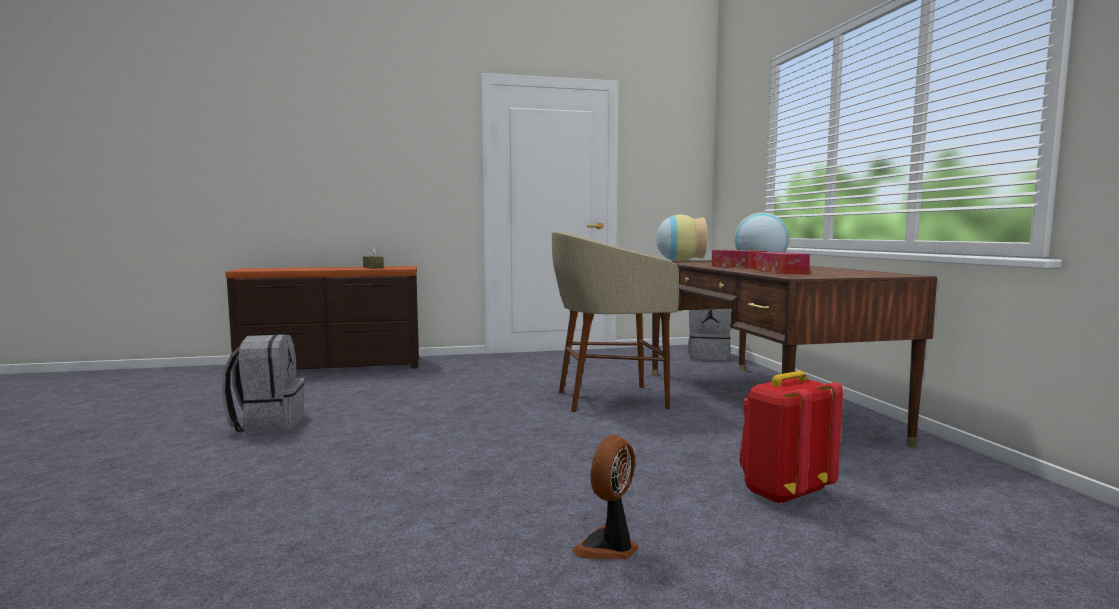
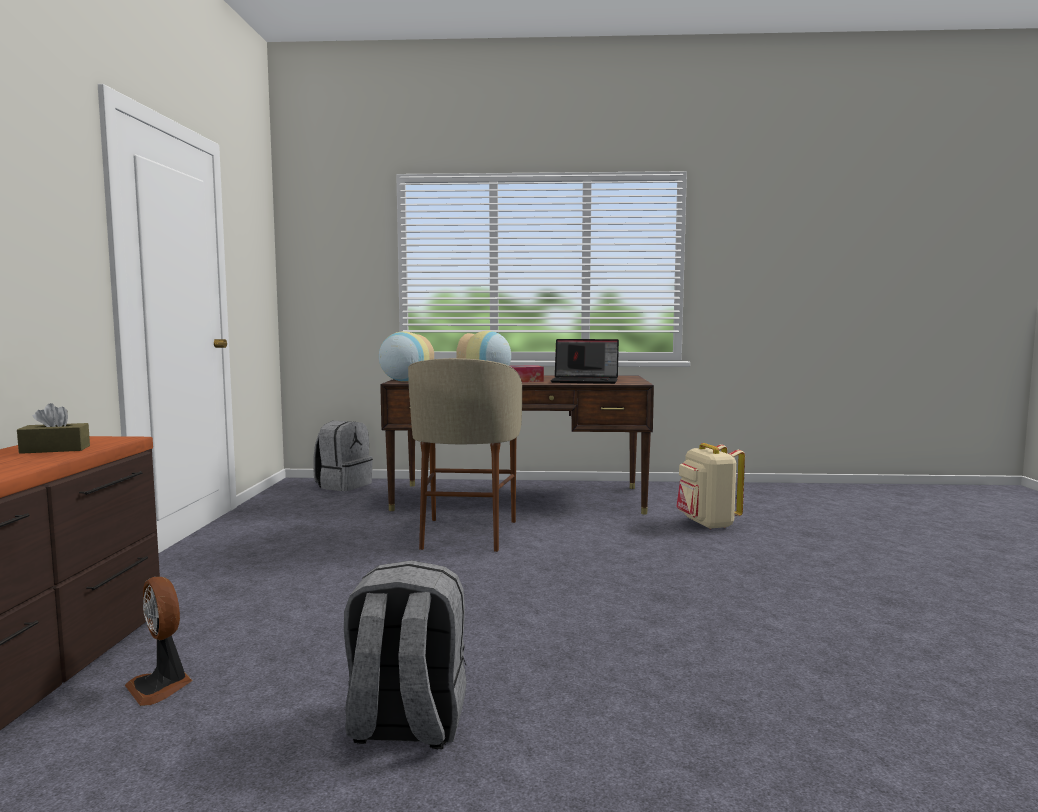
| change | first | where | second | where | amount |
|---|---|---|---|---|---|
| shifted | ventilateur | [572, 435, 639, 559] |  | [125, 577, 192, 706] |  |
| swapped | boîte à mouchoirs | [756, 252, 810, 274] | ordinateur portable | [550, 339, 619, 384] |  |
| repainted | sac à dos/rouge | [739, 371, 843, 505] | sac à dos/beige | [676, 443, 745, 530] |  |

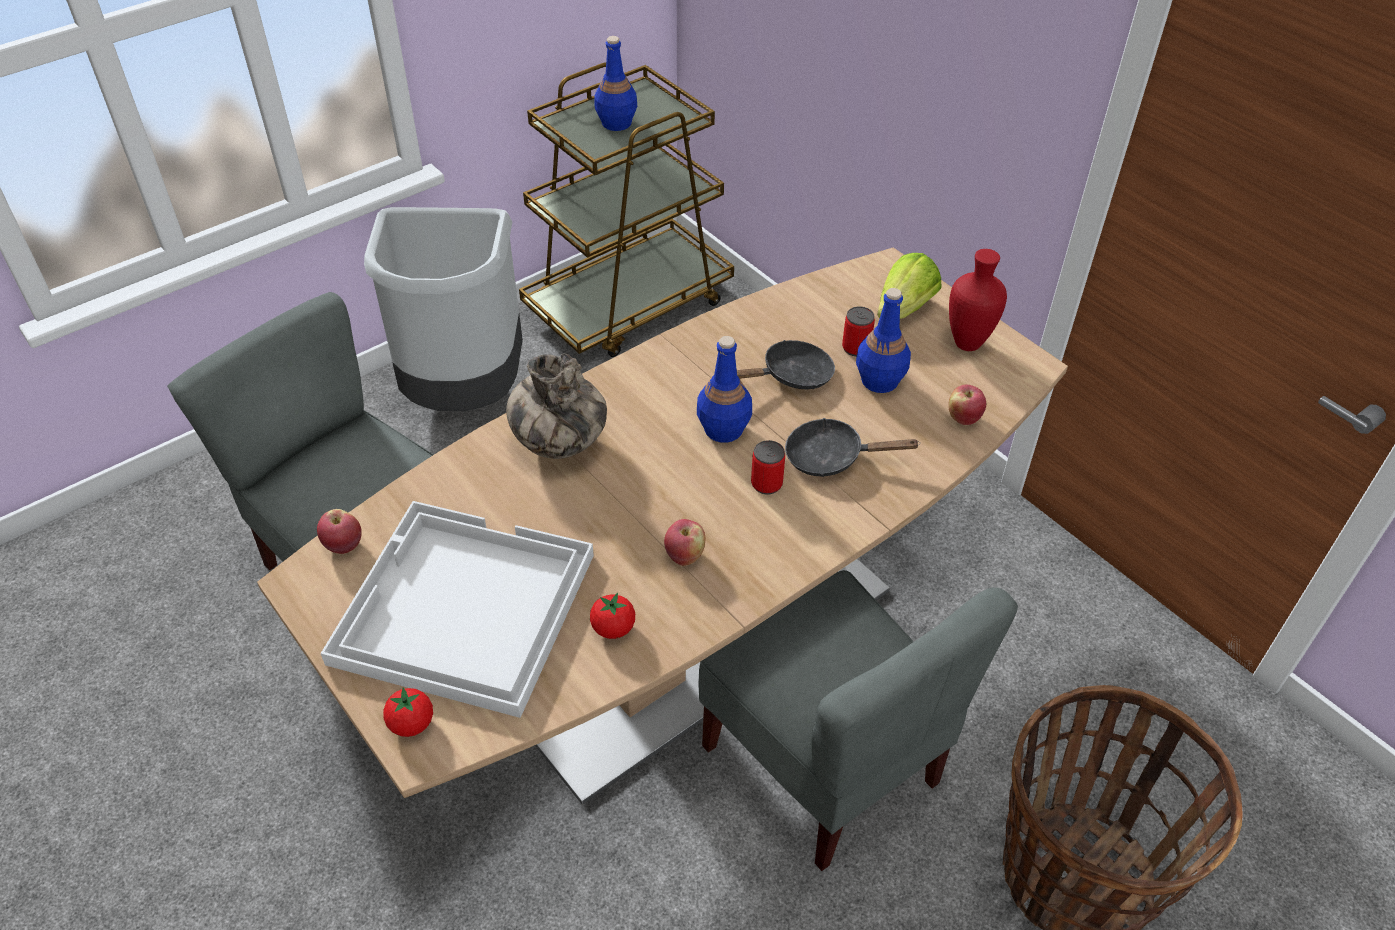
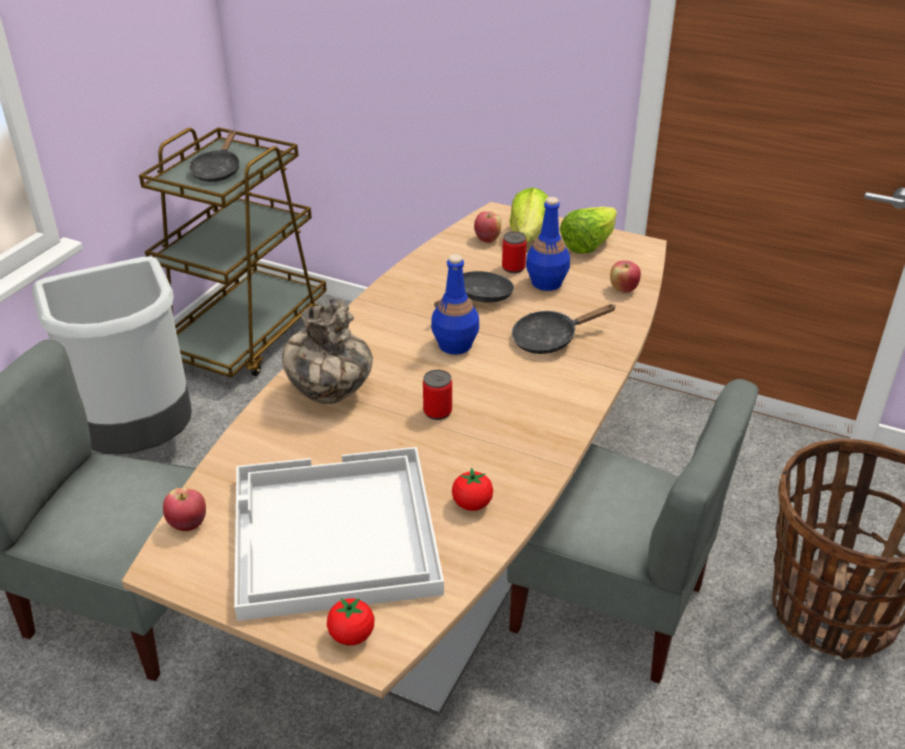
| change | first | where | second | where | amount |
|---|---|---|---|---|---|
| swapped | bouteille/bleu | [594, 36, 637, 131] | poêle/noir | [189, 130, 239, 182] |  |
| shifted | boîte métallique | [751, 440, 785, 495] |  | [423, 370, 452, 420] |  |
| shifted | pomme | [664, 519, 705, 566] |  | [474, 212, 501, 243] |  |
| swapped | vase/rouge | [949, 249, 1007, 351] | laitue | [560, 207, 617, 254] |  |

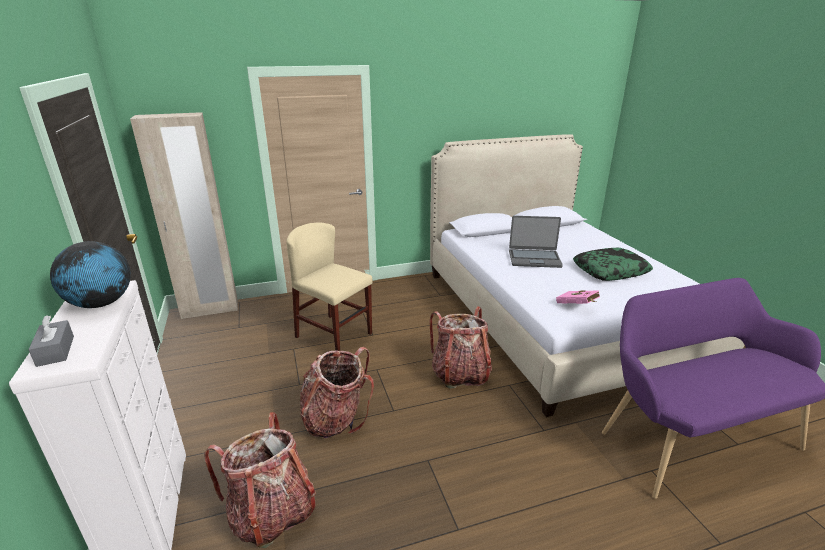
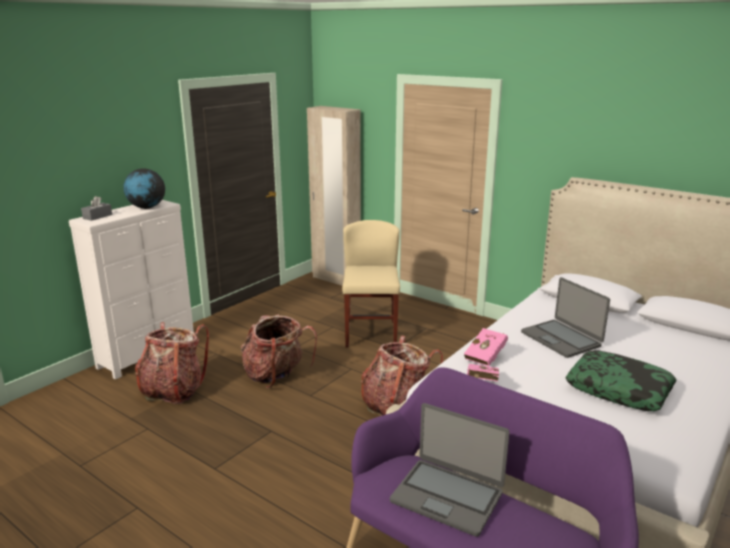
| change | first | where | second | where | amount |
|---|---|---|---|---|---|
| new |  |  | ordinateur portable | [390, 403, 510, 537] |  |
| new |  |  | livre/rose | [464, 328, 508, 366] |  |

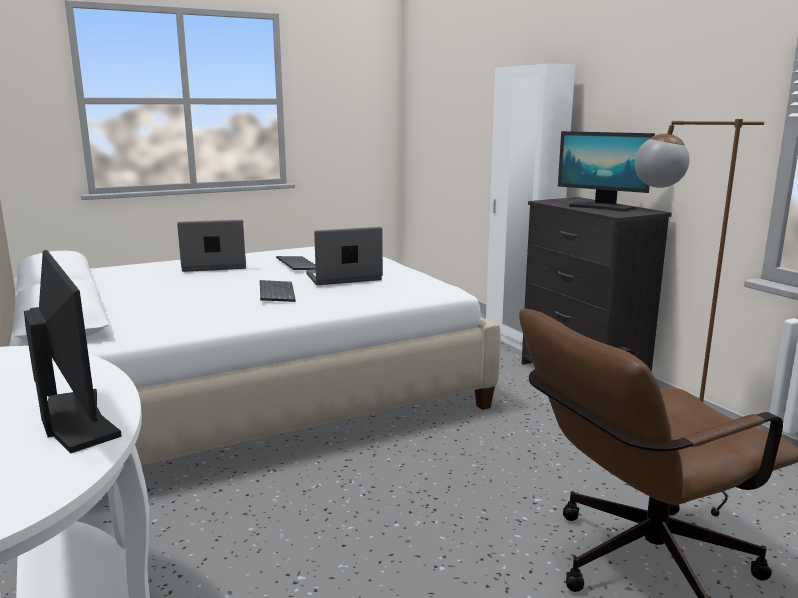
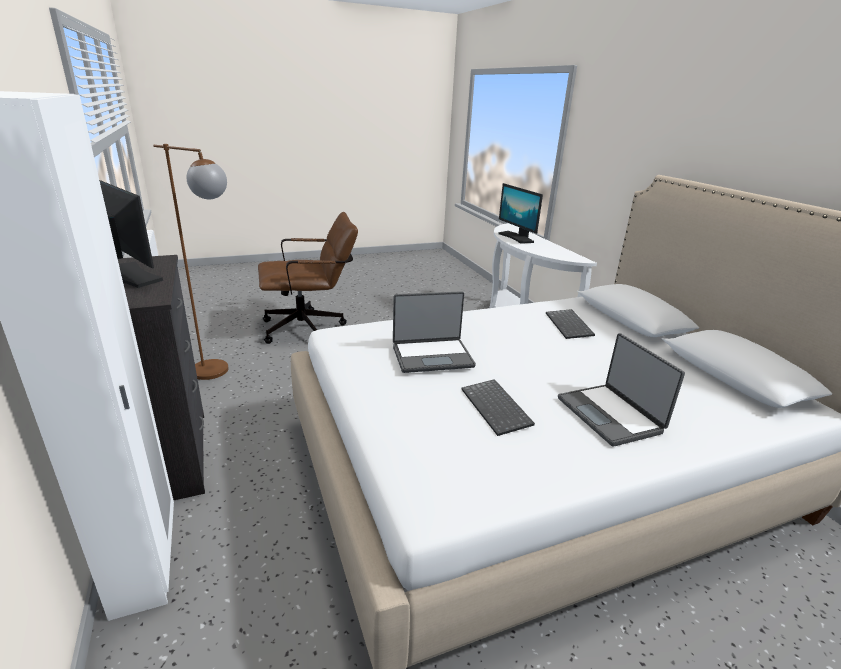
| change | first | where | second | where | amount |
|---|---|---|---|---|---|
| shifted | clavier | [260, 280, 296, 302] |  | [546, 309, 595, 339] |  |
| rotated | ordinateur portable | [177, 220, 246, 272] |  | [558, 333, 685, 447] | 75 degrees clockwise |

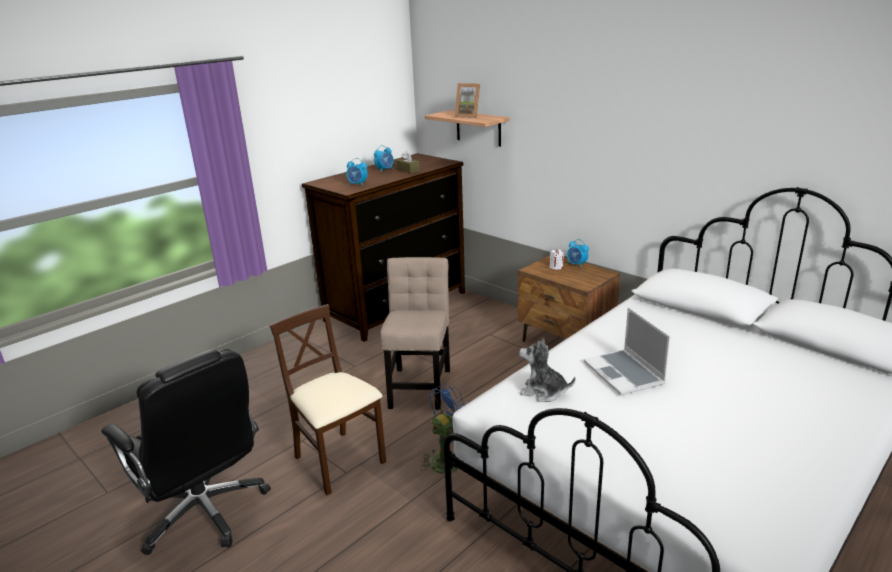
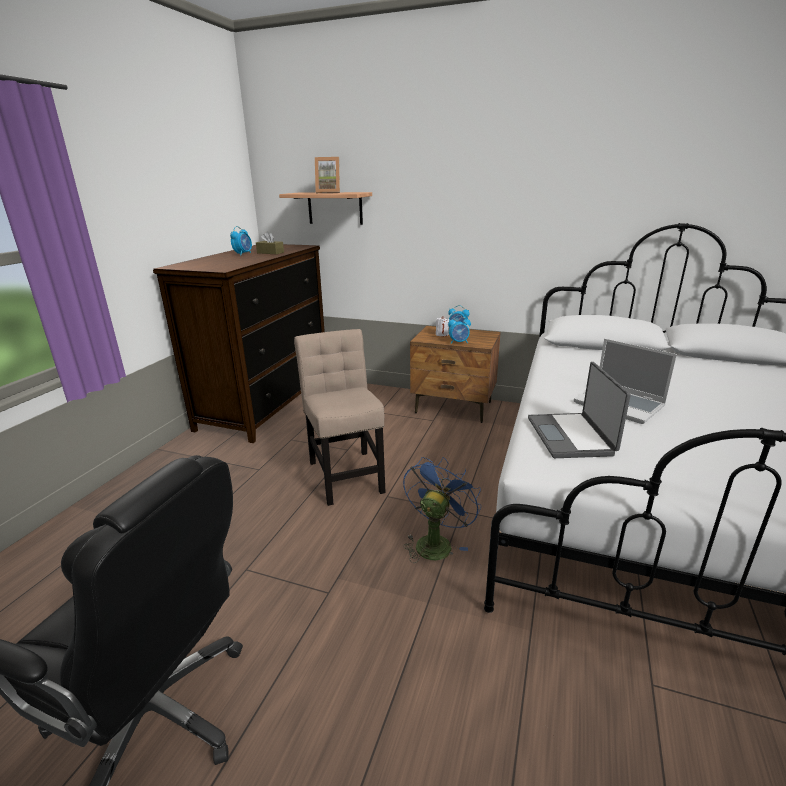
| change | first | where | second | where | amount |
|---|---|---|---|---|---|
| shifted | réveil | [346, 158, 368, 186] |  | [448, 315, 471, 344] |  |
| swapped | peluche | [519, 338, 575, 402] | ordinateur portable | [528, 362, 631, 458] |  |
| gone | chaise/beige | [270, 304, 386, 496] |  |  |  |

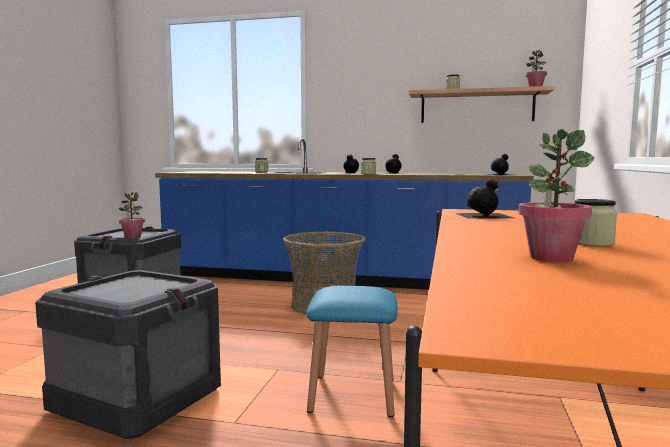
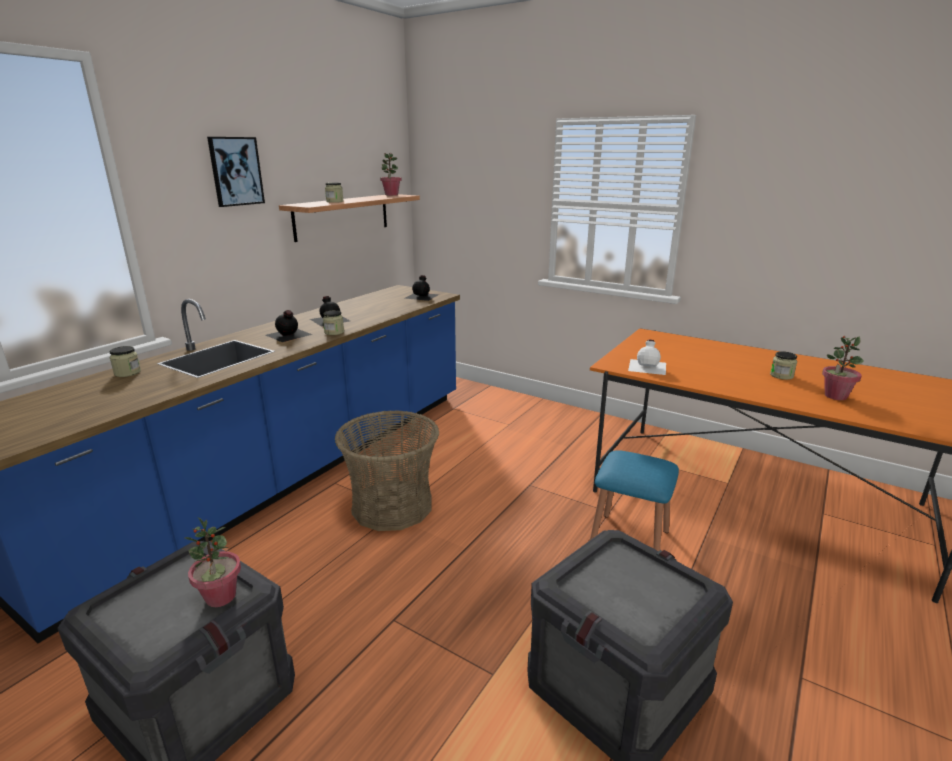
| change | first | where | second | where | amount |
|---|---|---|---|---|---|
| new |  |  | tableau | [207, 137, 265, 207] |  |
| repainted | bouteille/noir | [455, 179, 514, 219] | bouteille/blanc | [628, 340, 666, 375] |  |

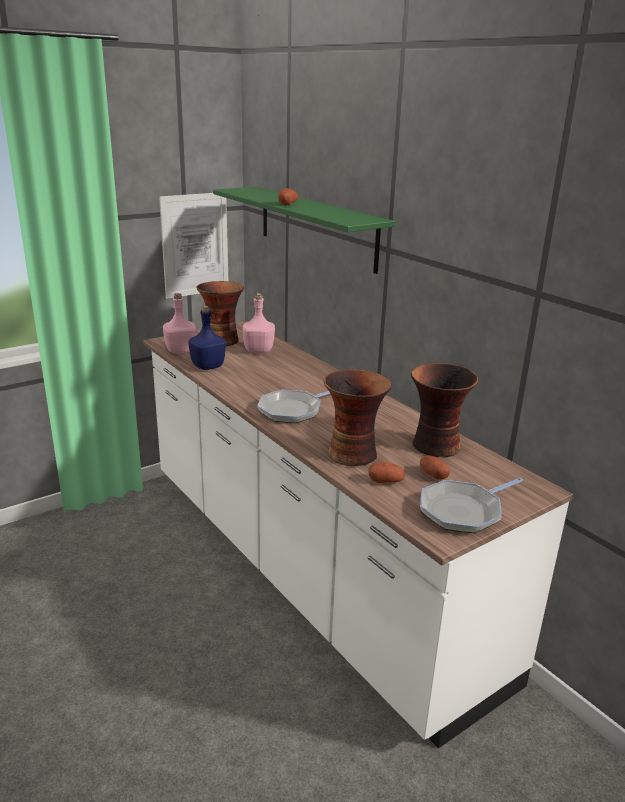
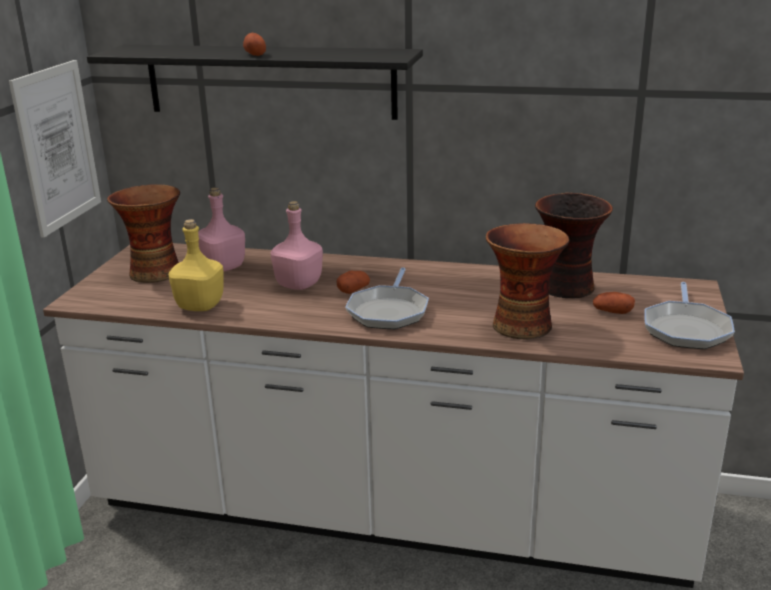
| change | first | where | second | where | amount |
|---|---|---|---|---|---|
| repainted | étagère/vert | [213, 187, 396, 274] | étagère/noir | [87, 45, 423, 120] |  |
| repainted | bouteille/bleu | [188, 306, 226, 370] | bouteille/jaune | [169, 219, 223, 311] |  |
| shifted | bouteille/rose | [163, 293, 196, 354] |  | [271, 201, 323, 290] |  |
| shifted | pomme de terre | [369, 462, 405, 483] |  | [337, 271, 370, 294] |  |

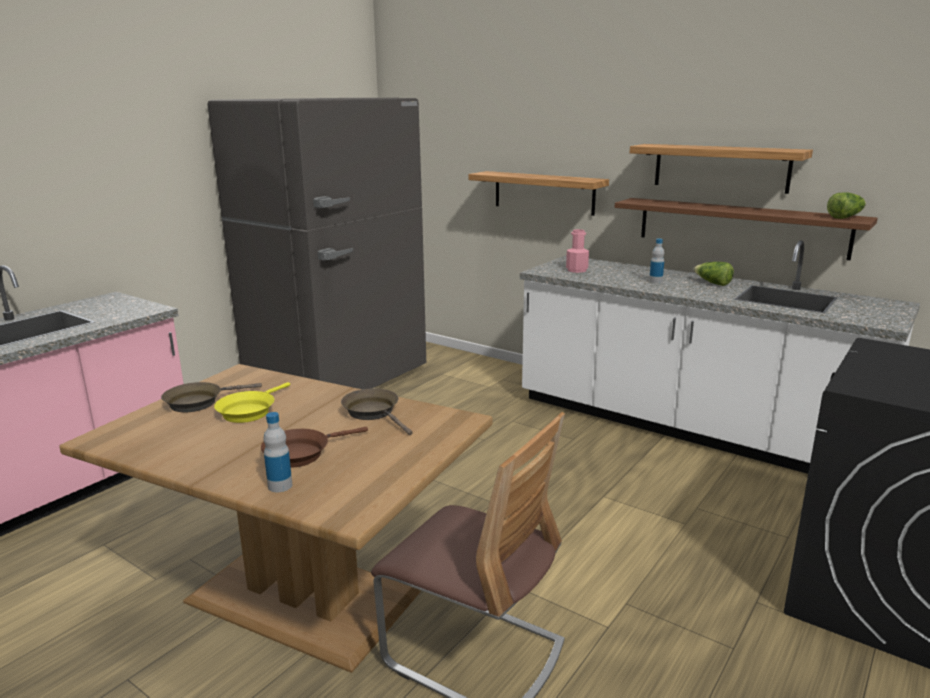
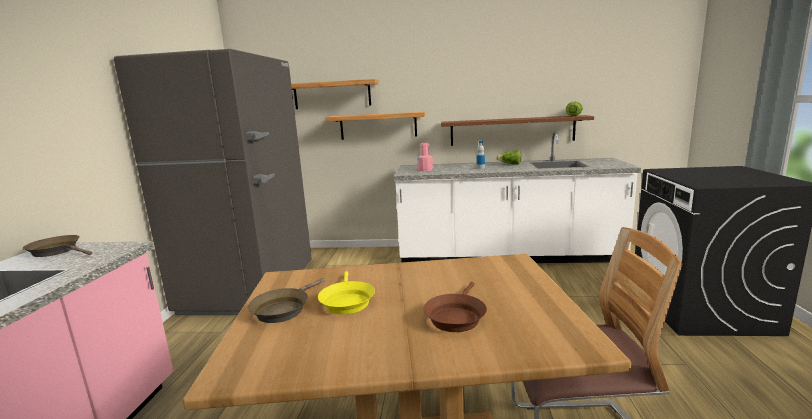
| change | first | where | second | where | amount |
|---|---|---|---|---|---|
| shifted | poêle/marron | [341, 389, 413, 435] |  | [23, 235, 92, 257] |  |
| shifted | étagère | [630, 144, 813, 194] |  | [291, 79, 379, 109] |  |
| gone | bouteille | [264, 412, 292, 492] |  |  |  |

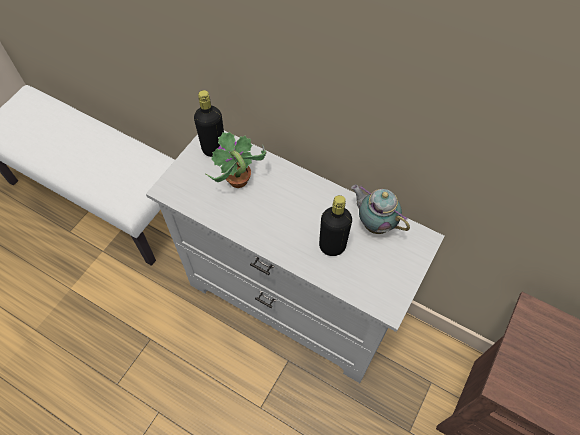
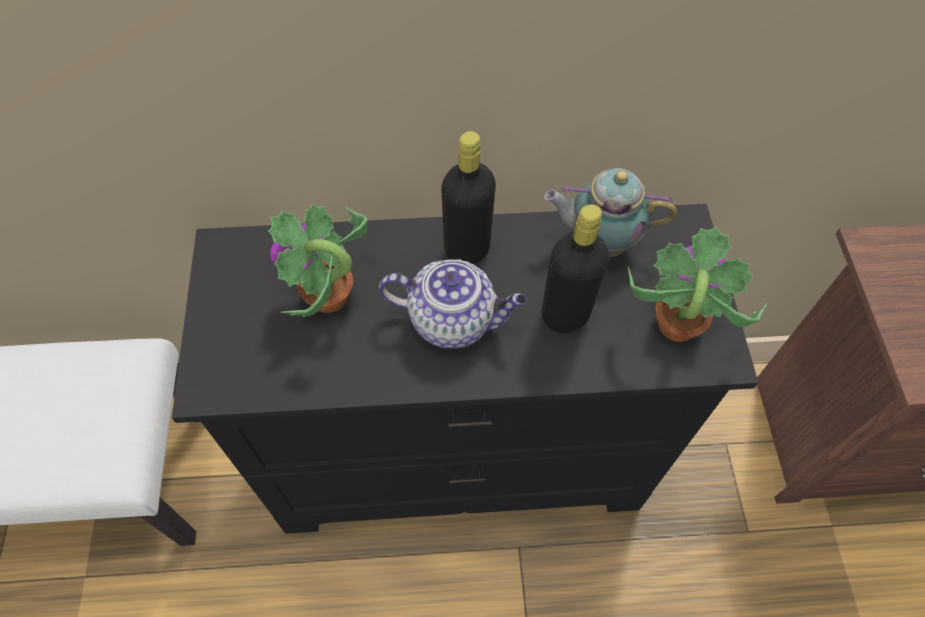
| change | first | where | second | where | amount |
|---|---|---|---|---|---|
| repainted | commode/blanc | [146, 130, 444, 383] | commode/noir | [172, 204, 758, 534] |  |
| new |  |  | théière | [379, 259, 527, 349] |  |
| shifted | bouteille/noir | [194, 90, 224, 157] |  | [442, 131, 496, 265] |  |
| new |  |  | plante en pot | [628, 227, 767, 342] |  |

